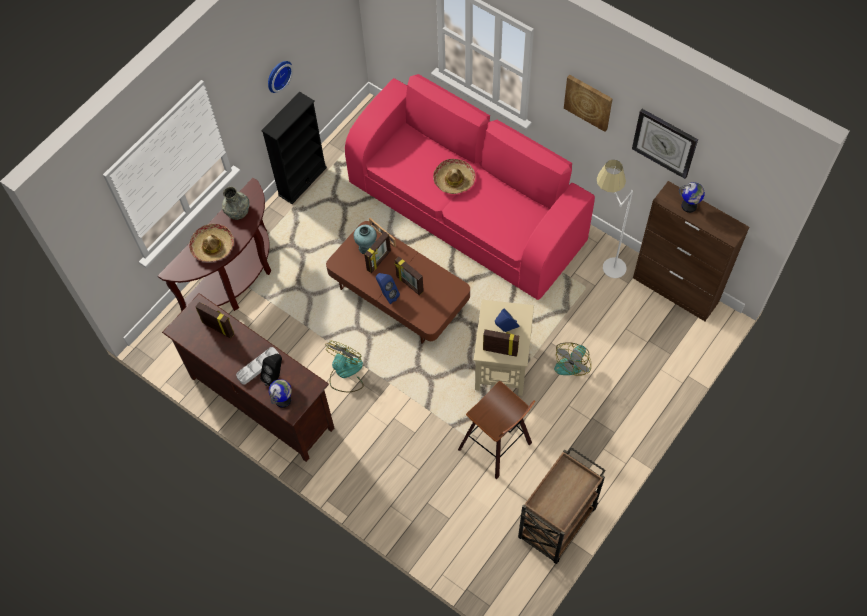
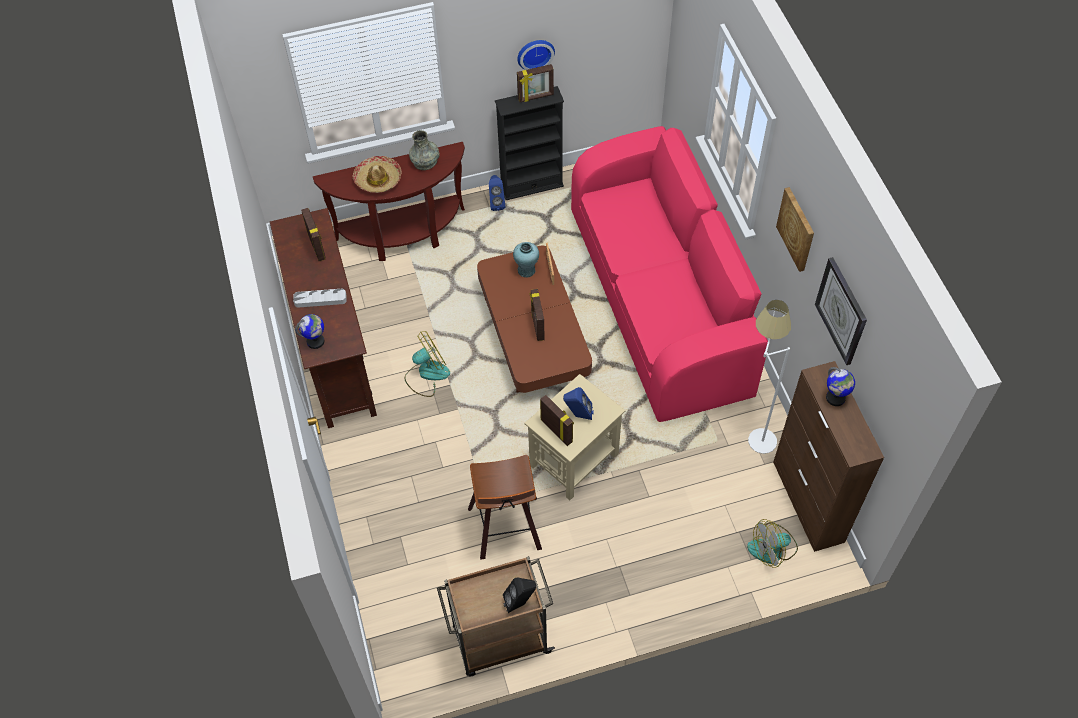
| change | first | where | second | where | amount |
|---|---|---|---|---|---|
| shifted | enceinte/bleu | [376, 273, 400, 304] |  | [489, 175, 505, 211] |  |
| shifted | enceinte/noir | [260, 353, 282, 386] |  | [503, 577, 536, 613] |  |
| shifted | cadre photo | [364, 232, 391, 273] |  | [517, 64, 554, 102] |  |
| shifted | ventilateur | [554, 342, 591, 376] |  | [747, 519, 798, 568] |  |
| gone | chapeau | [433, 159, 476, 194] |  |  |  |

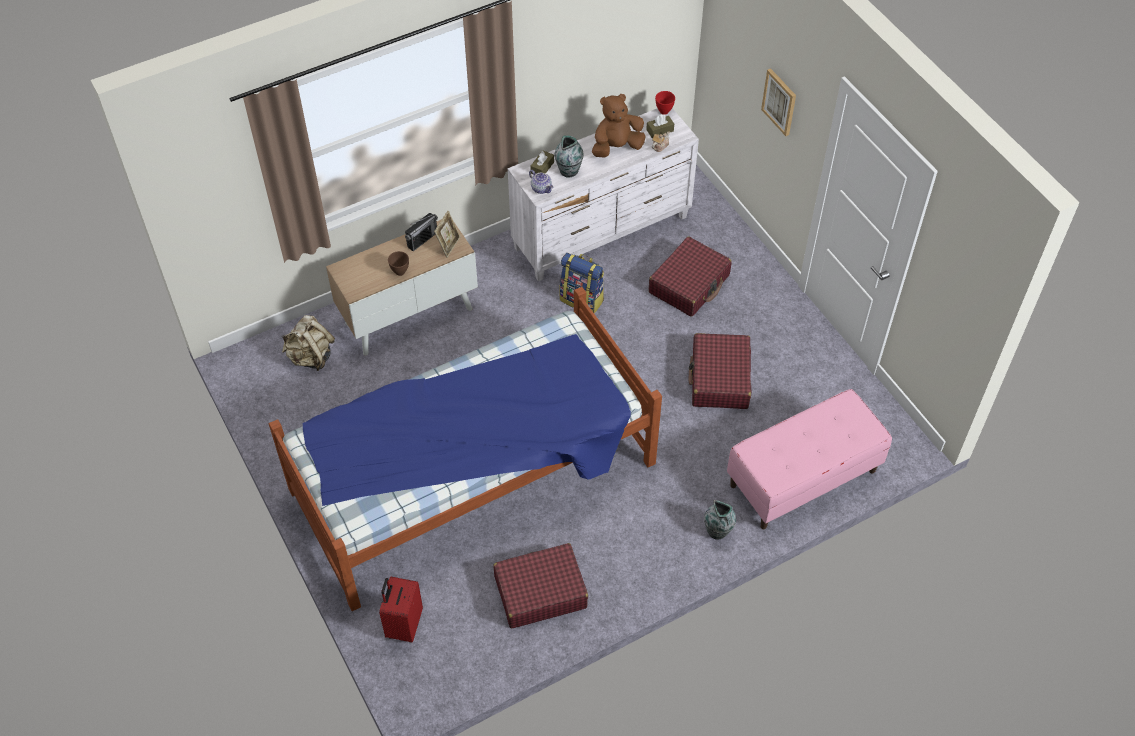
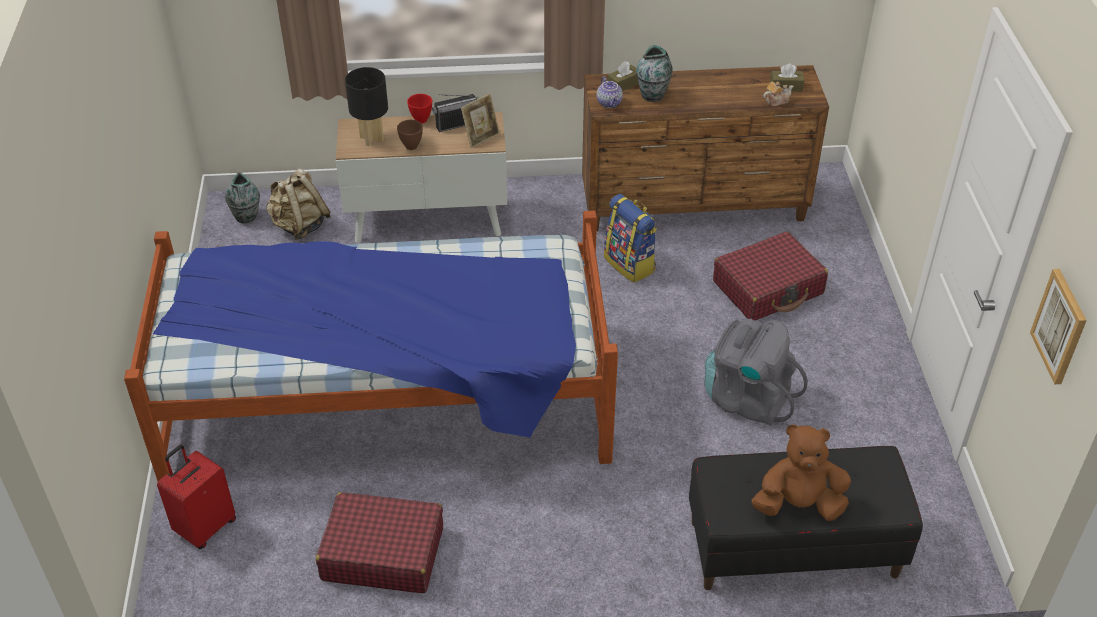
| change | first | where | second | where | amount |
|---|---|---|---|---|---|
| shifted | vase | [704, 500, 736, 540] |  | [225, 172, 260, 223] |  |
| new |  |  | lampe de table/noir | [345, 67, 388, 146] |  |
| shifted | bol/rouge | [655, 91, 675, 115] |  | [407, 94, 432, 123] |  |
| repainted | commode/blanc | [508, 108, 699, 281] | commode/marron | [582, 65, 829, 231] |  |
| repainted | banc/rose | [727, 389, 892, 529] | banc/noir | [689, 446, 923, 590] |  |
| swapped | valise/rouge | [688, 333, 751, 409] | sac à dos/gris | [705, 319, 808, 426] |  |
| shifted | peluche/marron | [592, 94, 646, 158] |  | [752, 424, 851, 521] |  |
| shifted | tableau | [761, 68, 796, 136] |  | [1030, 269, 1087, 384] |  |

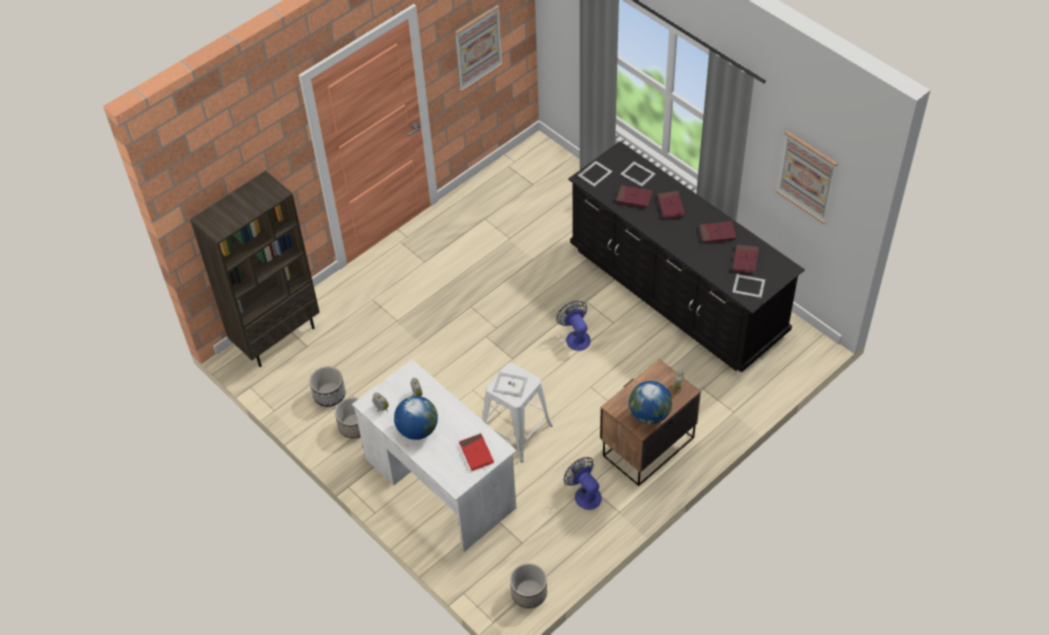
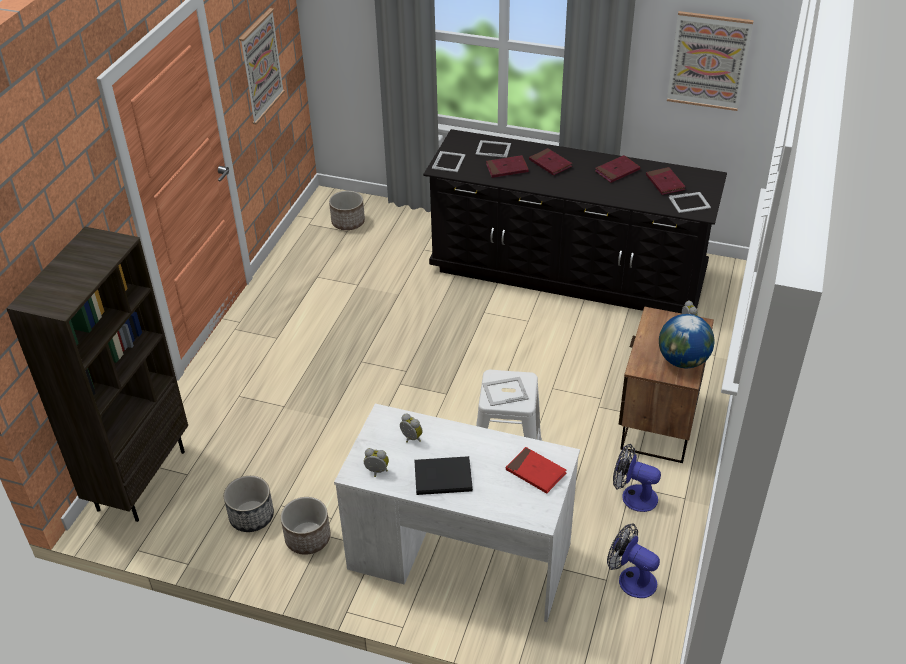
| change | first | where | second | where | amount |
|---|---|---|---|---|---|
| shifted | cache-pot | [510, 563, 547, 608] |  | [329, 191, 365, 230] |  |
| swapped | globe | [394, 396, 438, 440] | livre/noir | [414, 456, 473, 495] |  |
| shifted | ventilateur | [556, 301, 591, 351] |  | [607, 523, 660, 598] |  |

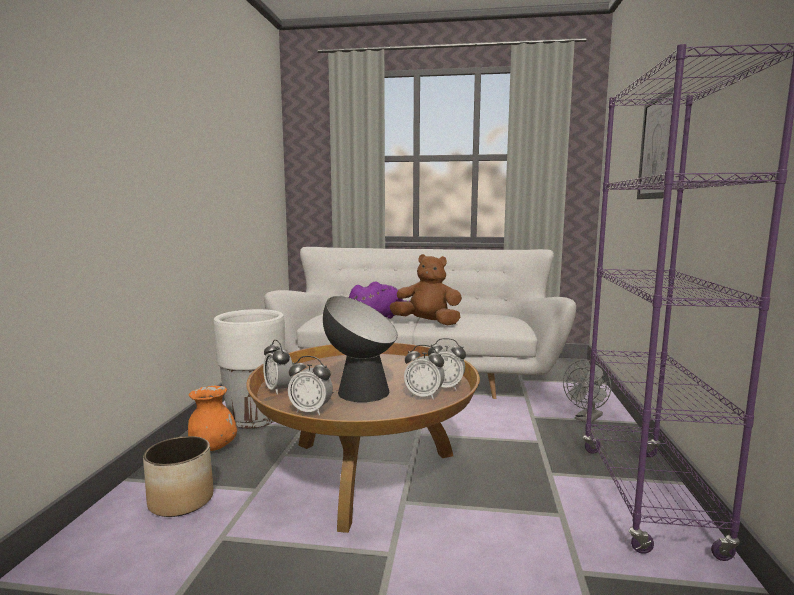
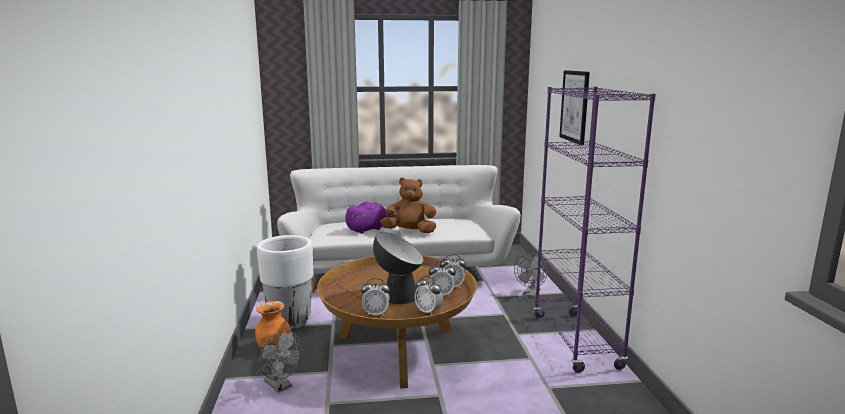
| change | first | where | second | where | amount |
|---|---|---|---|---|---|
| swapped | cache-pot | [143, 436, 213, 517] | ventilateur/gris | [259, 331, 303, 393] |  |
| shifted | réveil | [263, 340, 293, 394] |  | [415, 276, 443, 315] |  |

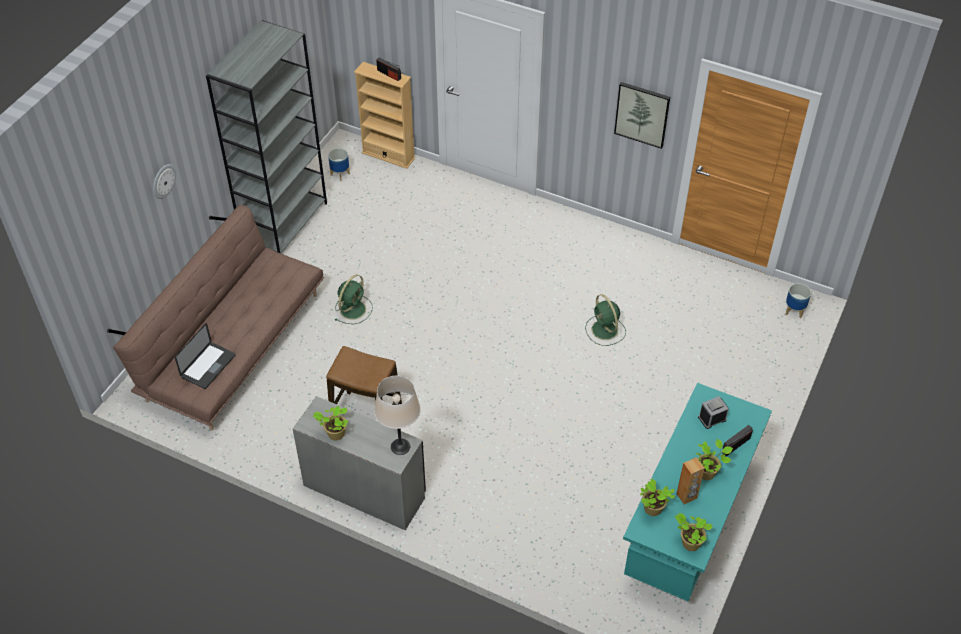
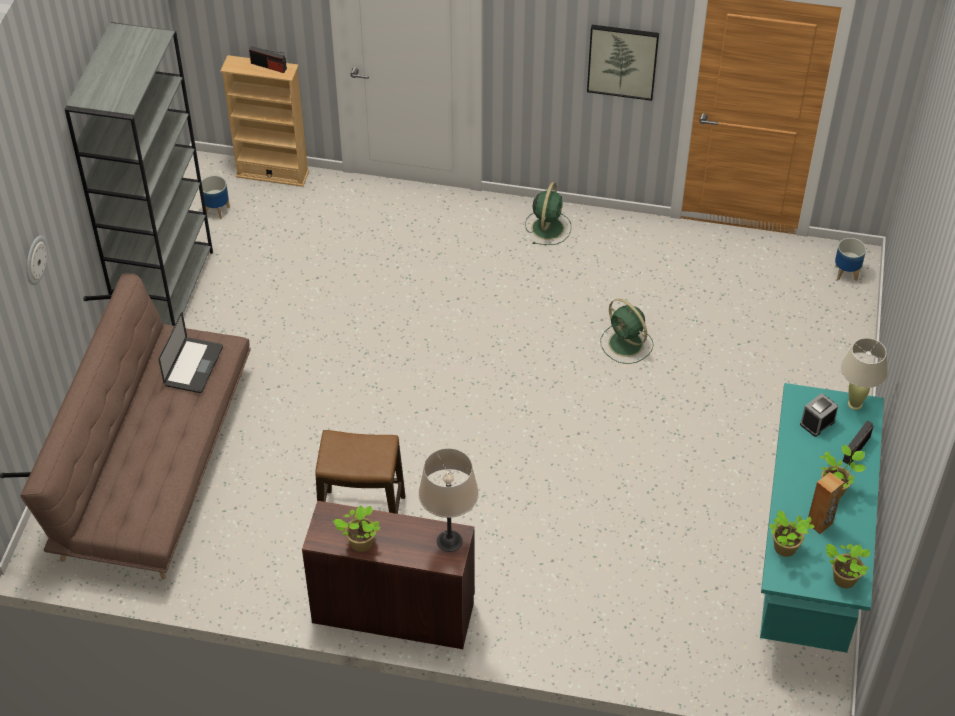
| change | first | where | second | where | amount |
|---|---|---|---|---|---|
| shifted | ordinateur portable | [175, 323, 235, 389] |  | [159, 312, 223, 393] |  |
| repainted | bureau/gris | [293, 396, 426, 531] | bureau/marron | [302, 501, 475, 649] |  |
| shifted | ventilateur/vert | [335, 275, 373, 324] |  | [525, 182, 571, 245] |  |
| new |  |  | lampe de table/beige | [841, 338, 888, 410] |  |

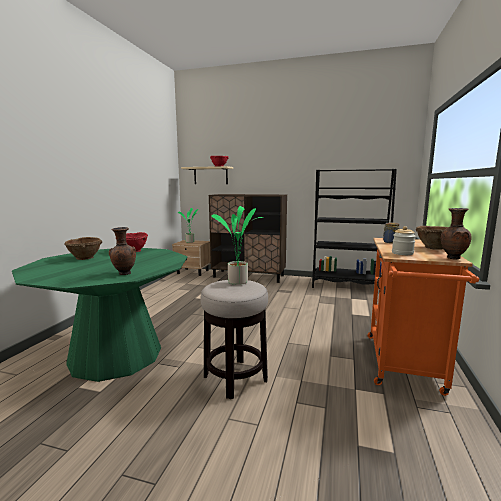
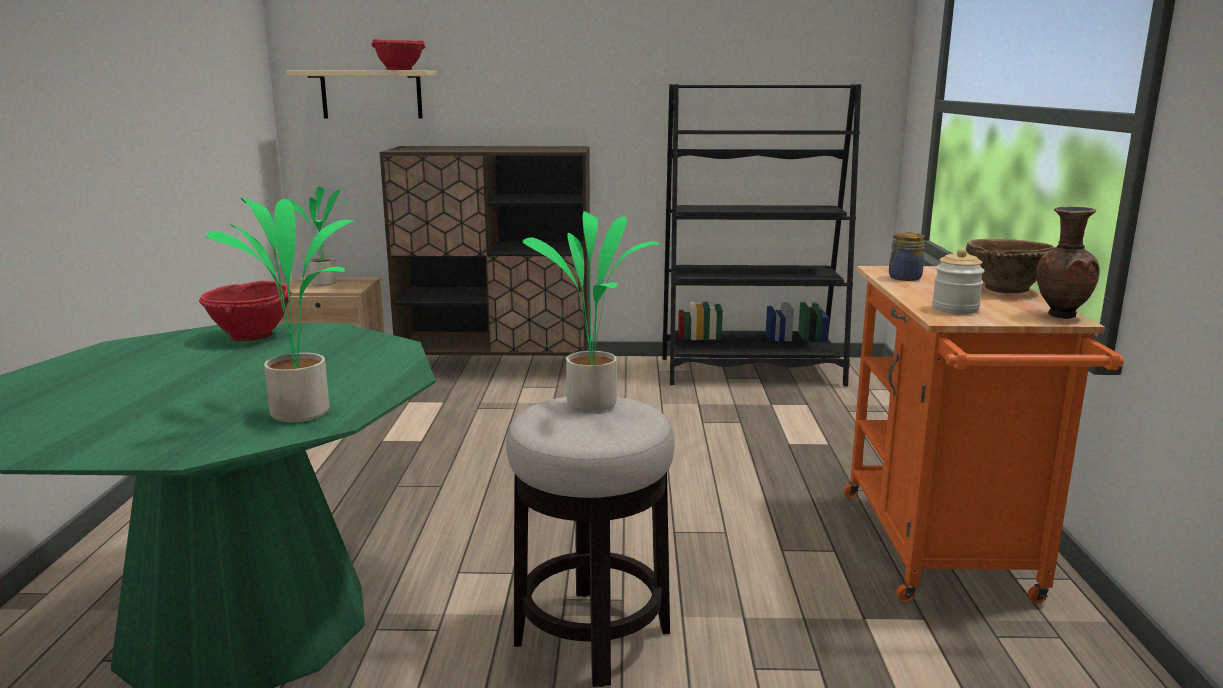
| change | first | where | second | where | amount |
|---|---|---|---|---|---|
| swapped | vase/marron | [109, 227, 136, 275] | plante en pot | [206, 198, 356, 422] |  |
| gone | bol/marron | [64, 237, 102, 260] |  |  |  |

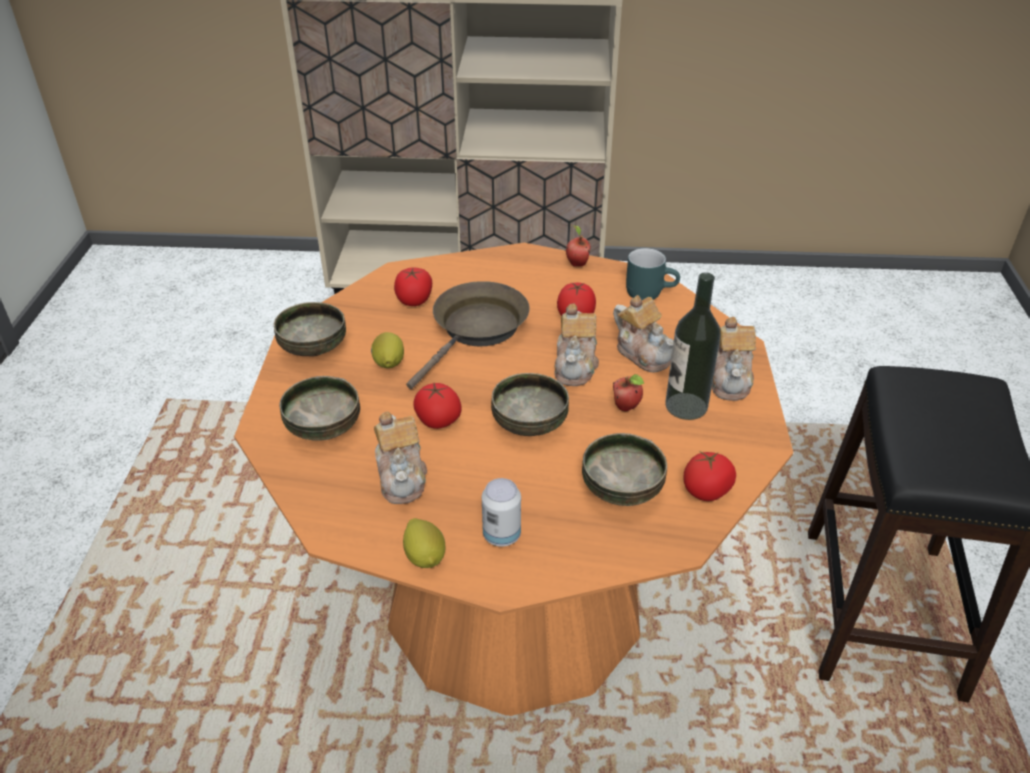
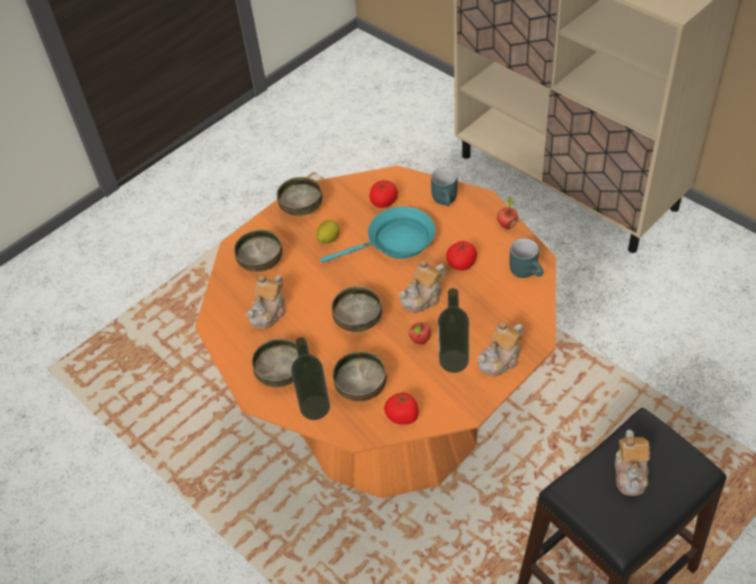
| change | first | where | second | where | amount |
|---|---|---|---|---|---|
| swapped | boîte métallique | [482, 478, 521, 547] | bol | [252, 338, 298, 387] |  |
| new |  |  | bouteille | [291, 337, 330, 420] |  |
| repainted | poêle/marron | [406, 281, 530, 389] | poêle/turquoise | [320, 207, 435, 263] |  |
| new |  |  | mug/turquoise | [431, 167, 457, 206] |  |
| shifted | théière | [613, 295, 674, 373] |  | [615, 430, 650, 496] |  |
| gone | citron | [403, 518, 445, 568] |  |  |  |
| gone | tomate | [413, 383, 462, 429] |  |  |  |

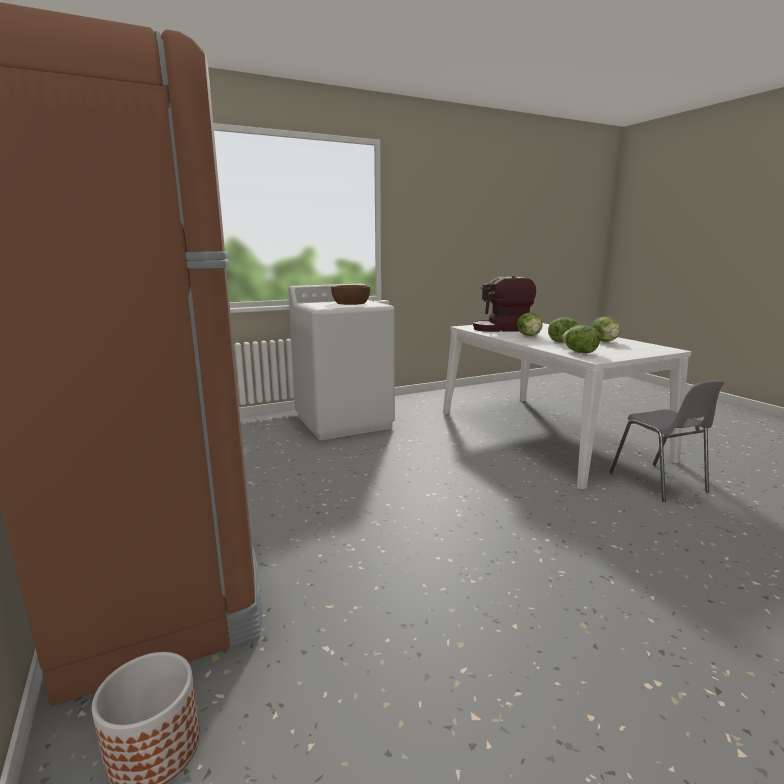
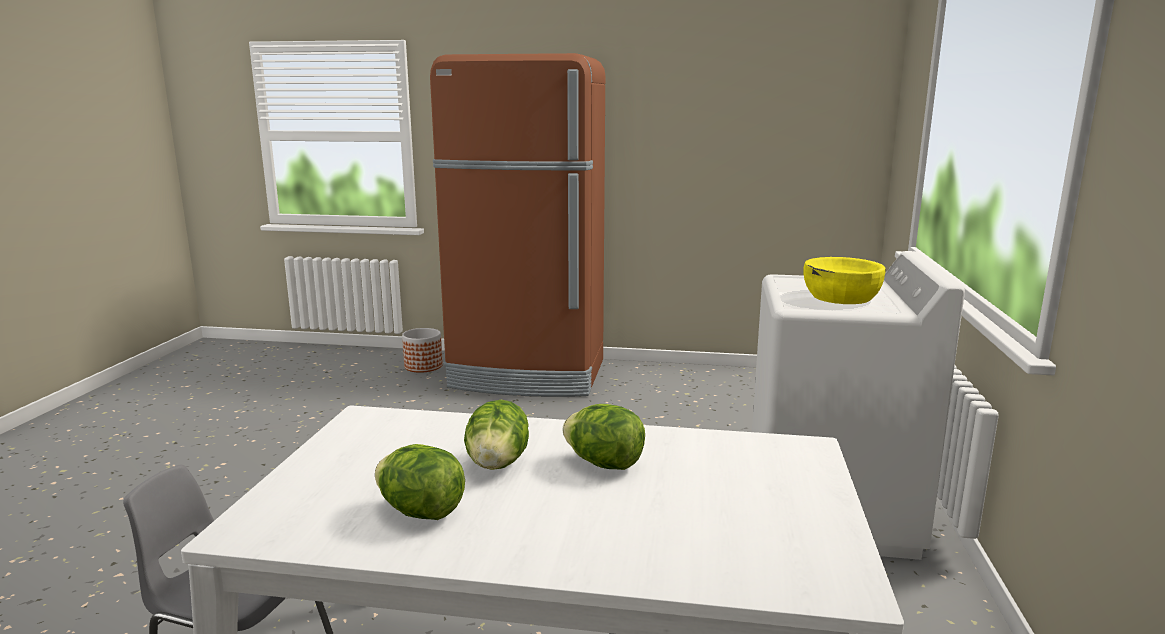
| change | first | where | second | where | amount |
|---|---|---|---|---|---|
| repainted | bol/marron | [331, 285, 370, 305] | bol/jaune | [804, 257, 886, 304] |  |
| gone | machine à café | [473, 276, 536, 332] |  |  |  |
| gone | laitue | [562, 325, 600, 353] |  |  |  |

